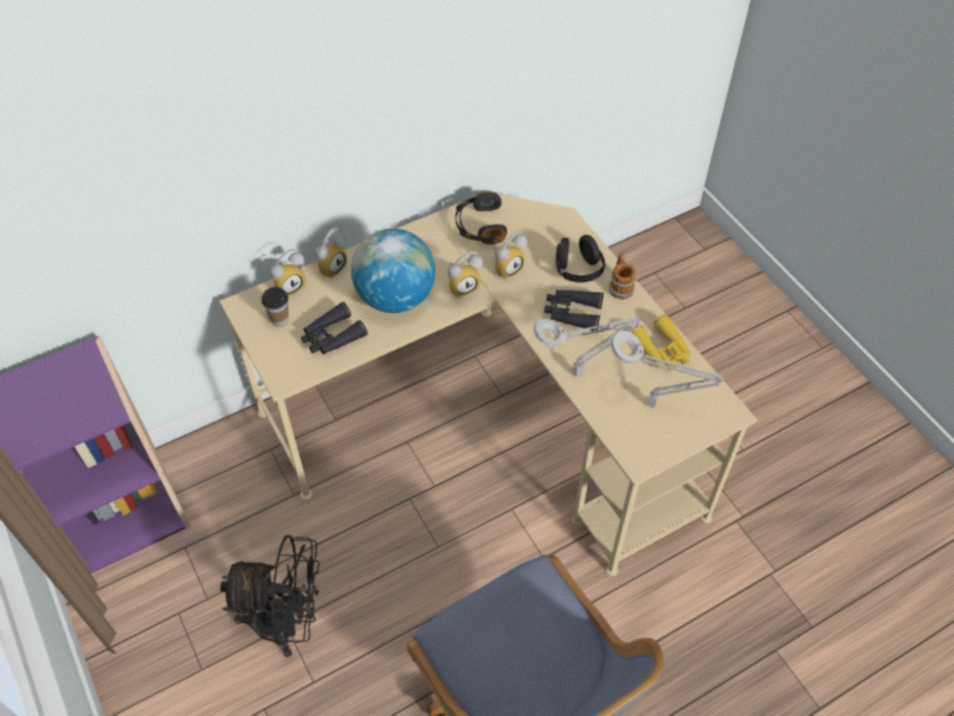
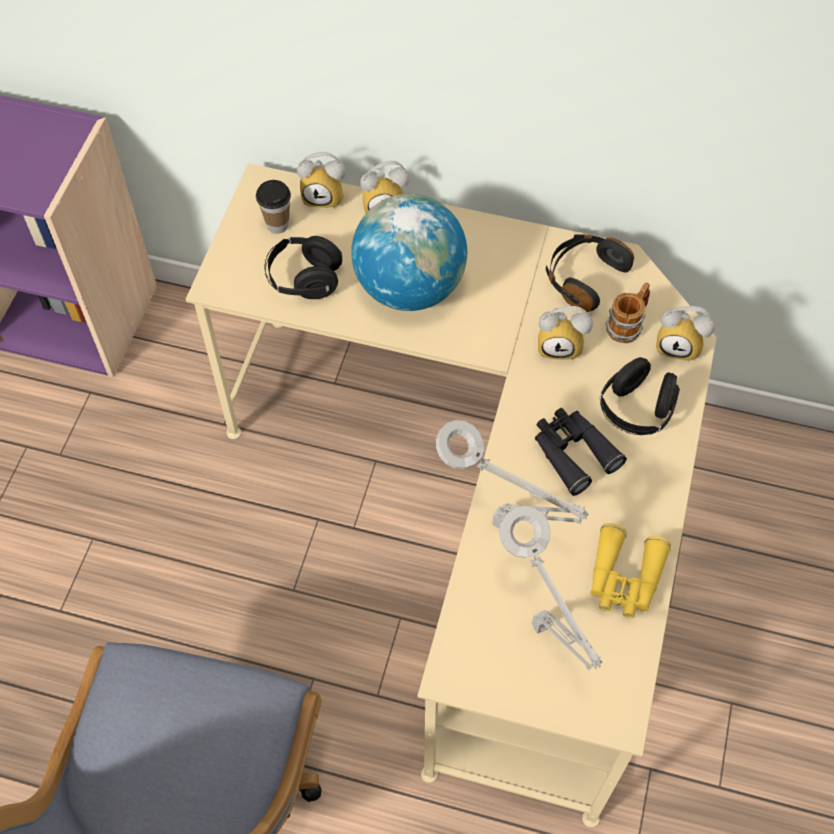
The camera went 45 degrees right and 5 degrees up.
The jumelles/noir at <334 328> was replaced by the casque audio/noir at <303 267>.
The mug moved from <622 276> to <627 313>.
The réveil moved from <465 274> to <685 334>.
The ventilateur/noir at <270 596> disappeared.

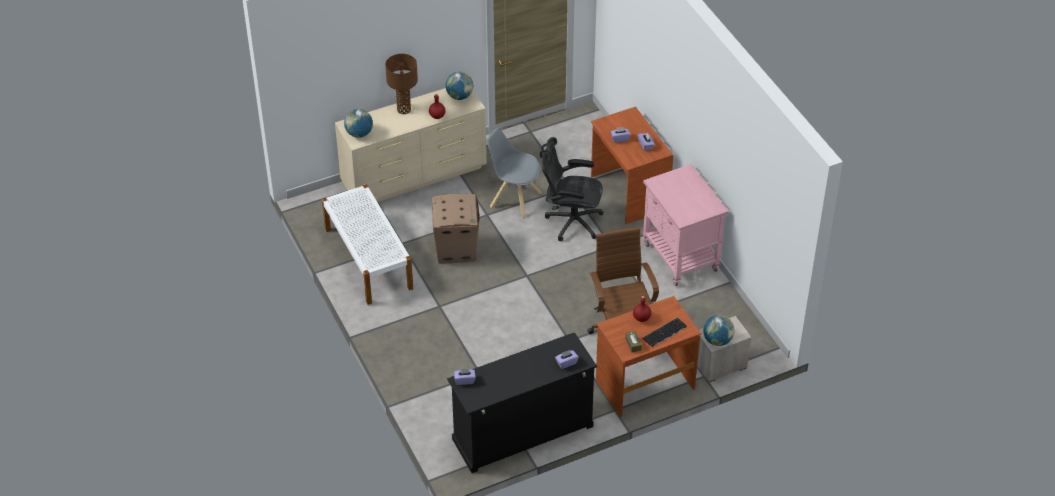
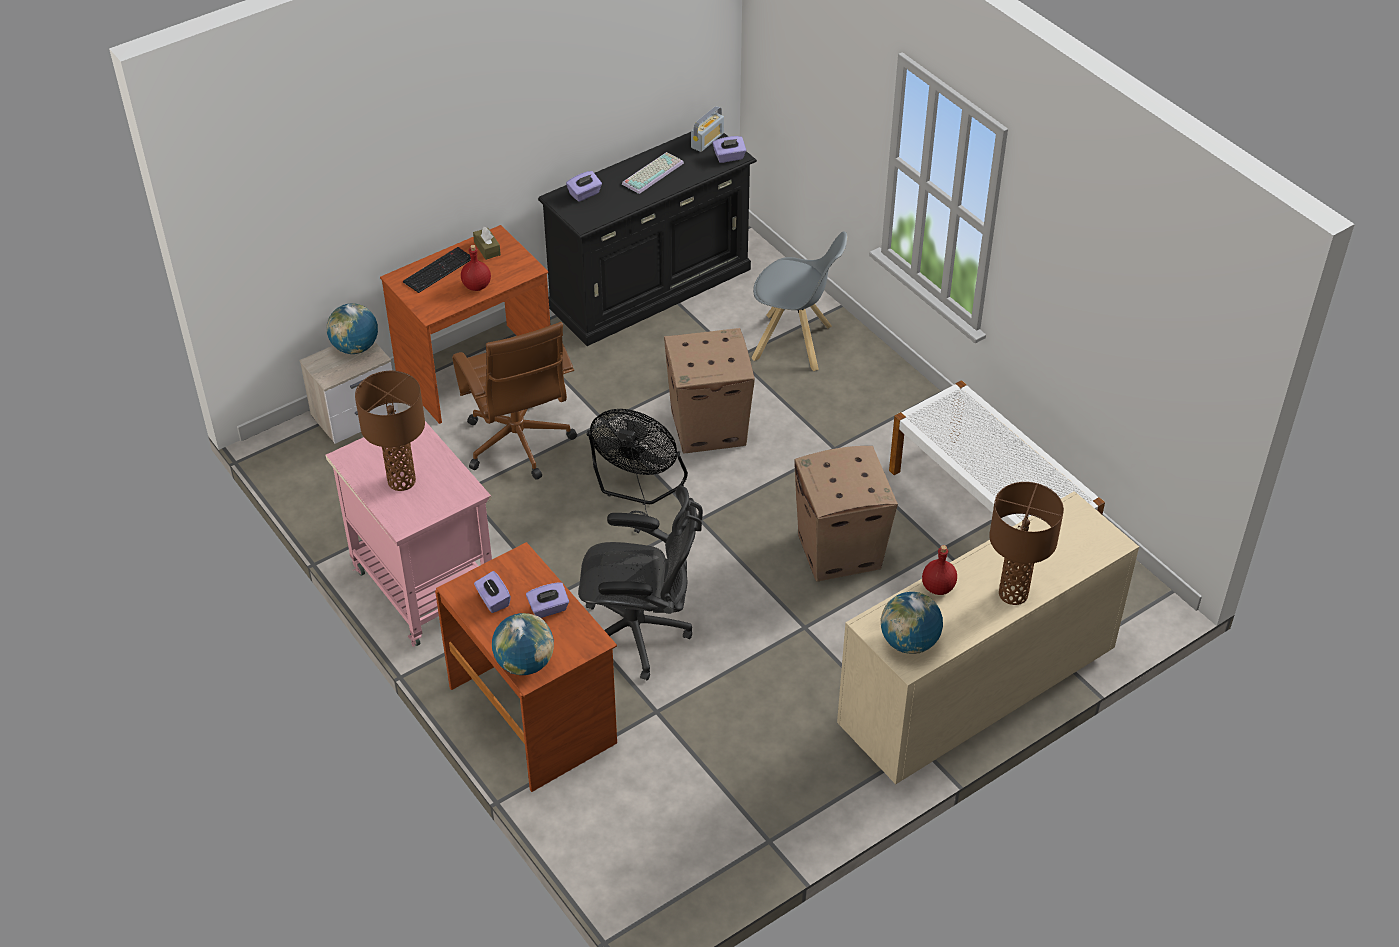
The camera went 170 degrees right and 0 degrees up.
The lampe de table/marron at <390 431> appeared.
The globe moved from <358 123> to <523 644>.
The ventilateur/noir at <637 471> appeared.
The clavier at <653 173> appeared.
The carton at <709 390> appeared.
The radio at <707 129> appeared.
The chaise/gris moved from <514 173> to <799 301>.

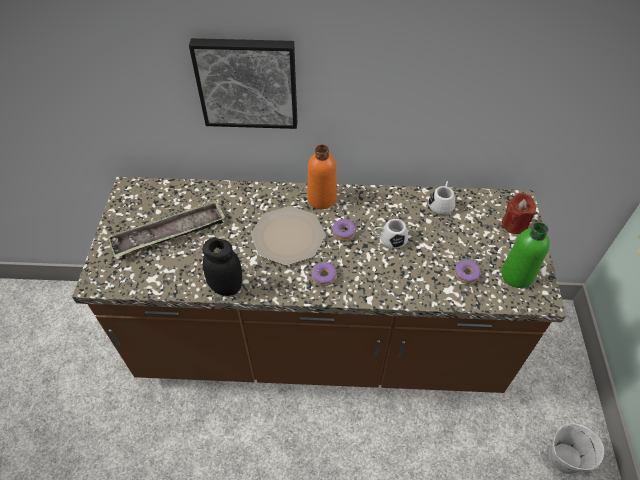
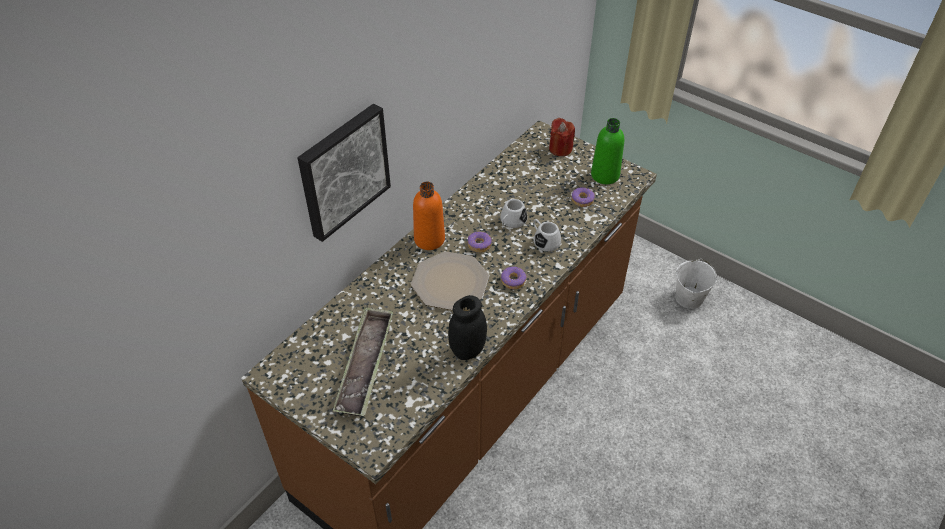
The camera went 55 degrees left and 5 degrees down.
The mug/blanc moved from <441 198> to <547 235>.

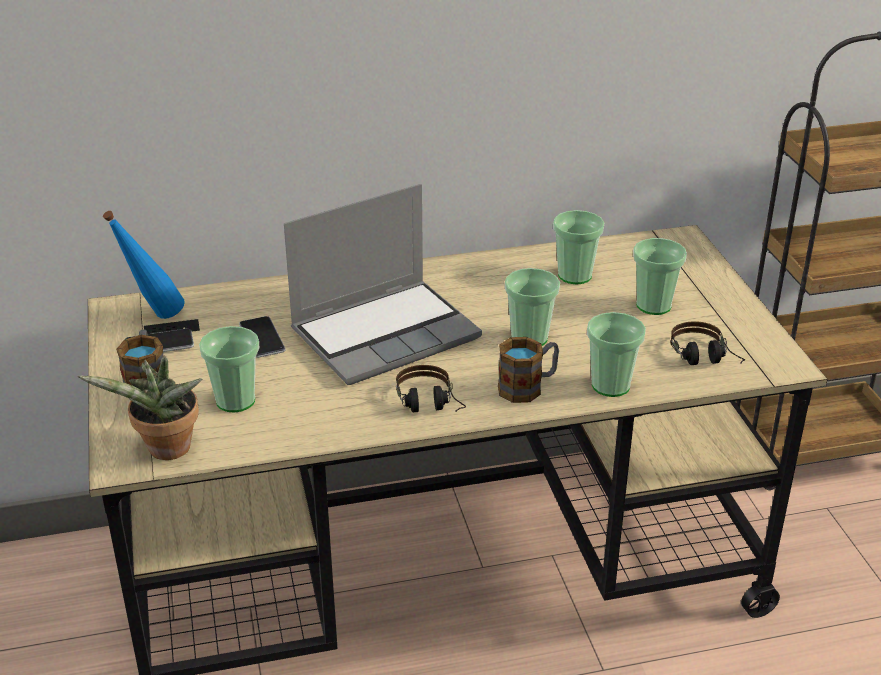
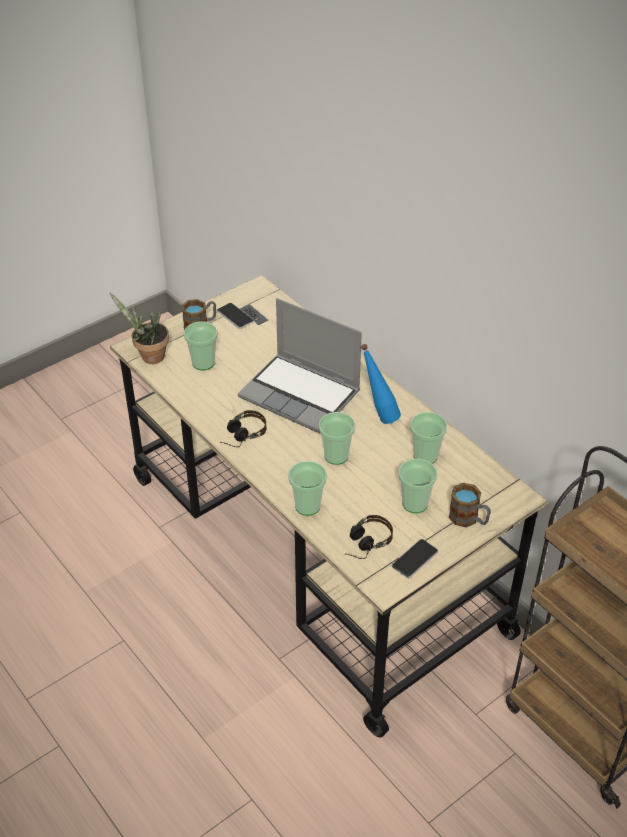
The camera went 65 degrees right and 10 degrees up.
The bouteille/bleu moved from <144 265> to <381 384>.
The téléphone moved from <262 337> to <415 558>.
The mug moved from <528 370> to <470 505>.

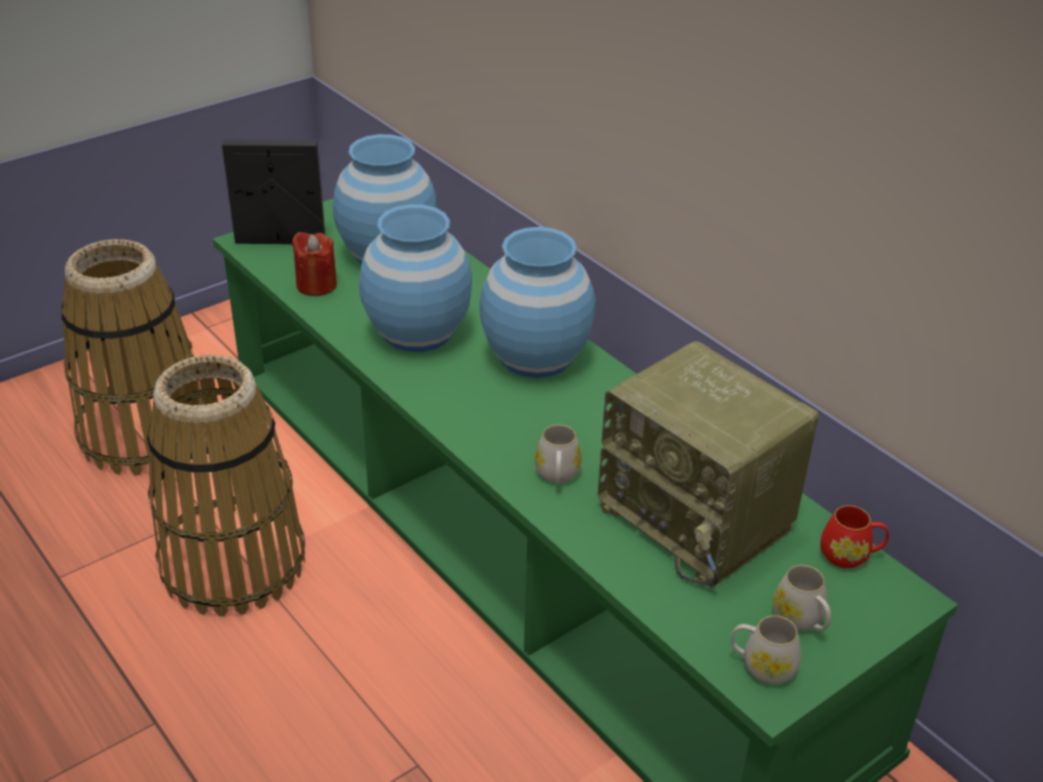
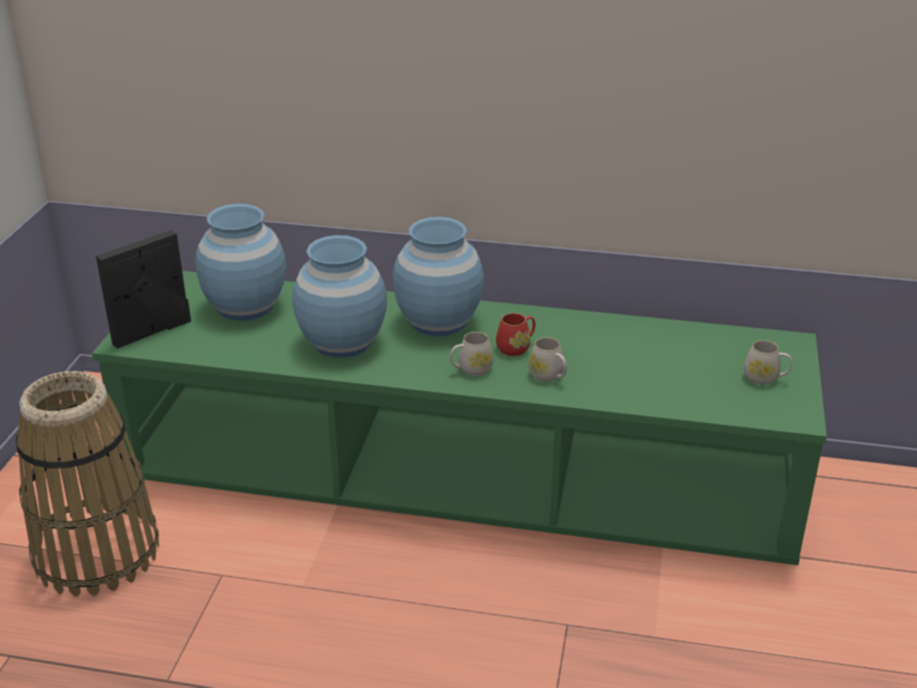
The camera went 40 degrees left and 5 degrees down.
The mug/blanc moved from <766 649> to <472 354>.
The mug/rouge moved from <855 536> to <515 334>.
The panier at <226 486> disappeared.
The bougie/rouge at <314 264> disappeared.
The radio at <708 464> disappeared.

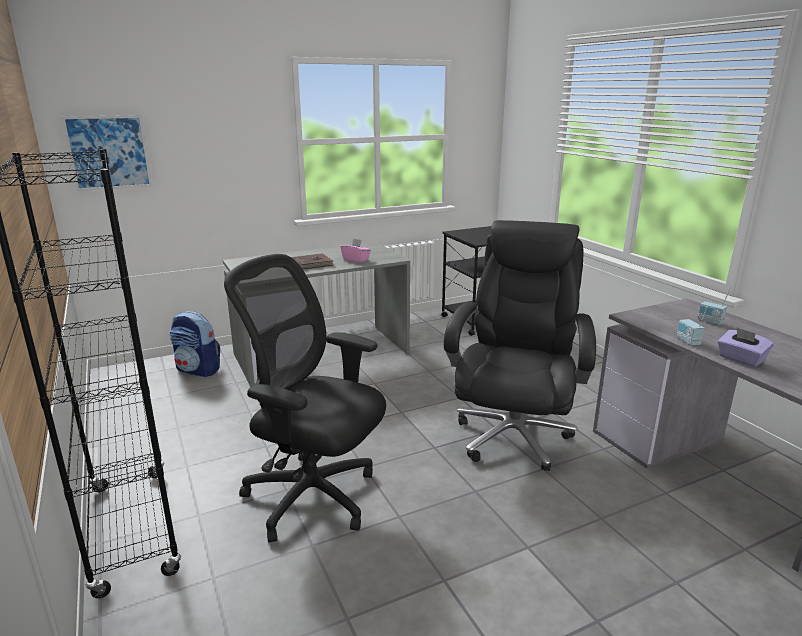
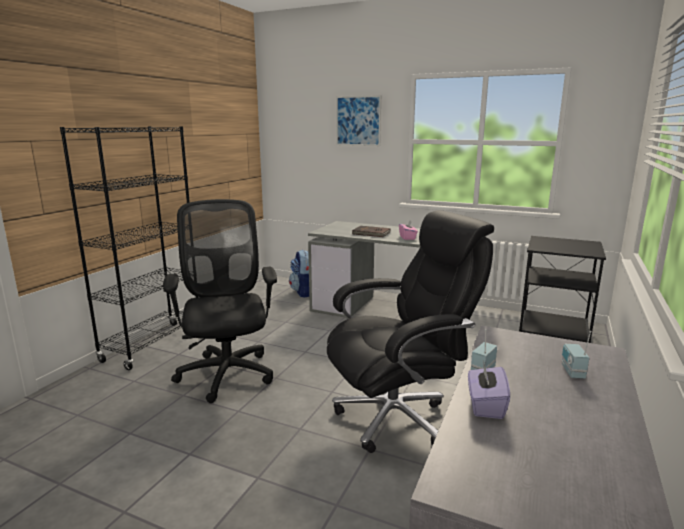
The camera went 50 degrees right and 5 degrees down.
The tableau moved from <107 153> to <358 120>.

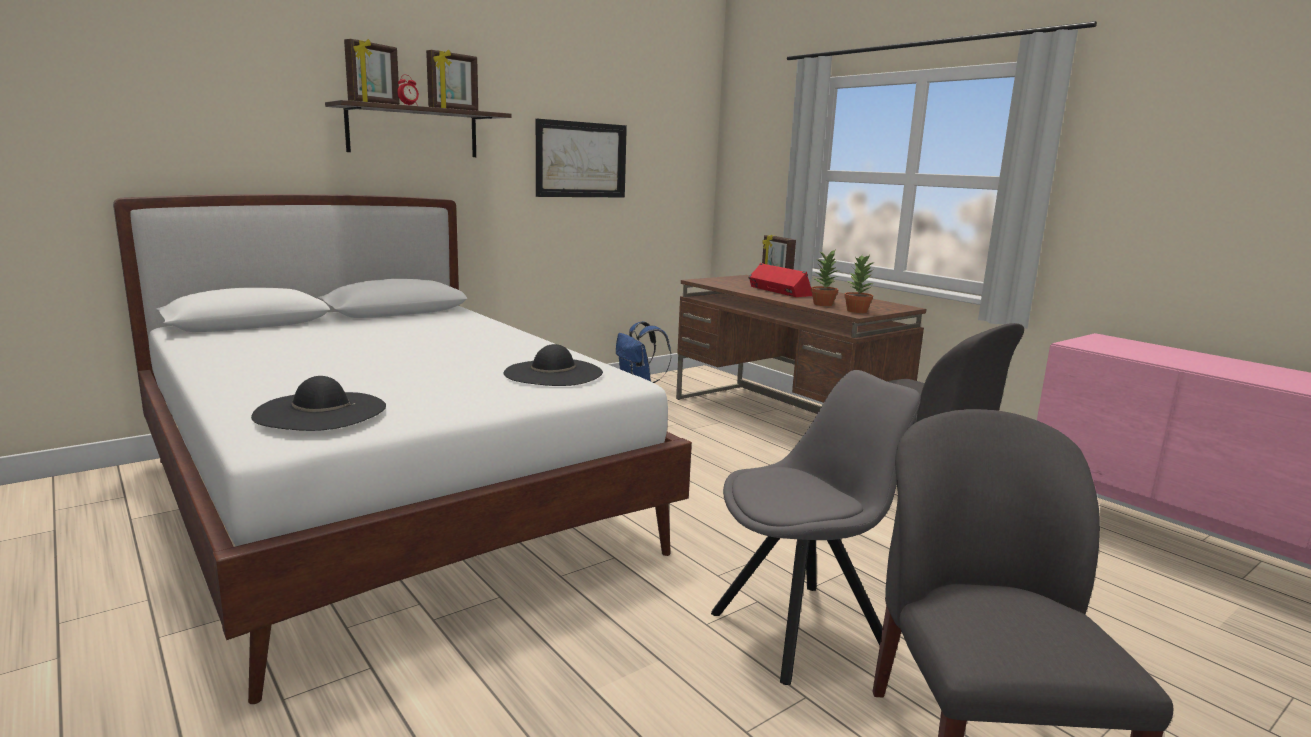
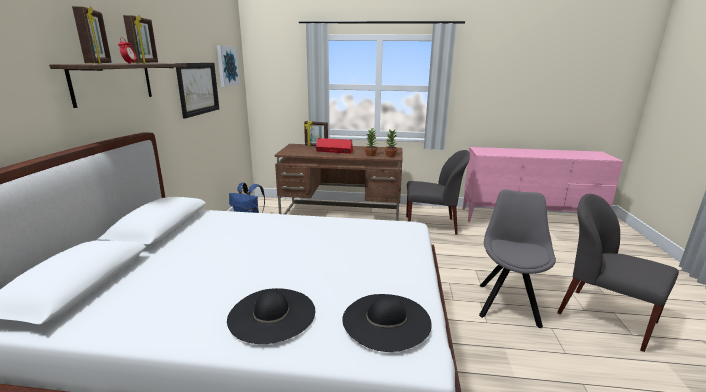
The camera went 45 degrees left and 5 degrees up.
The tableau at <228 66> appeared.
The chapeau/noir moved from <553 365> to <271 316>.

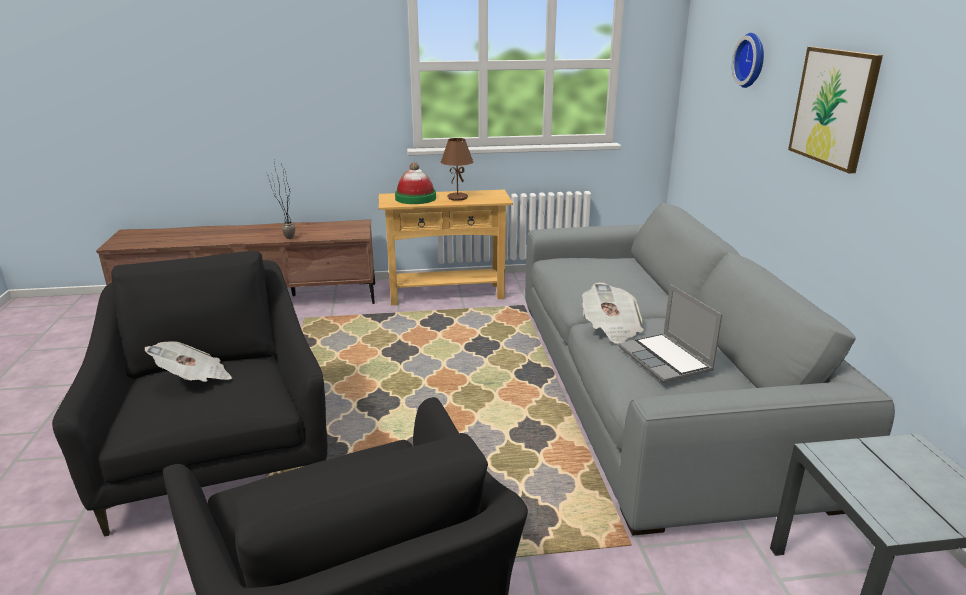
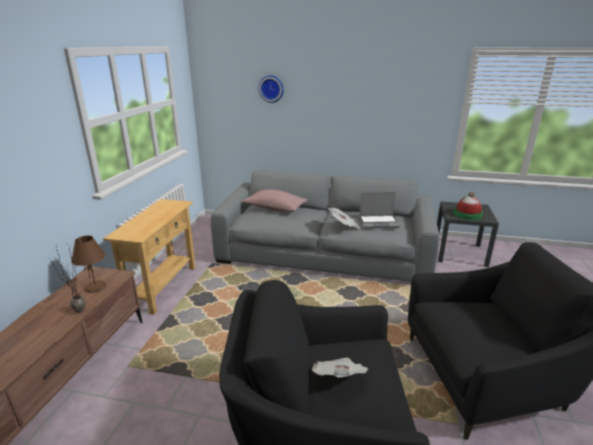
The camera went 70 degrees left and 0 degrees up.
The lampe de table/marron moved from <457 169> to <88 264>.
The coussin/rose at <275 200> appeared.
The chapeau moved from <415 183> to <468 206>.
The tableau at <835 110> disappeared.

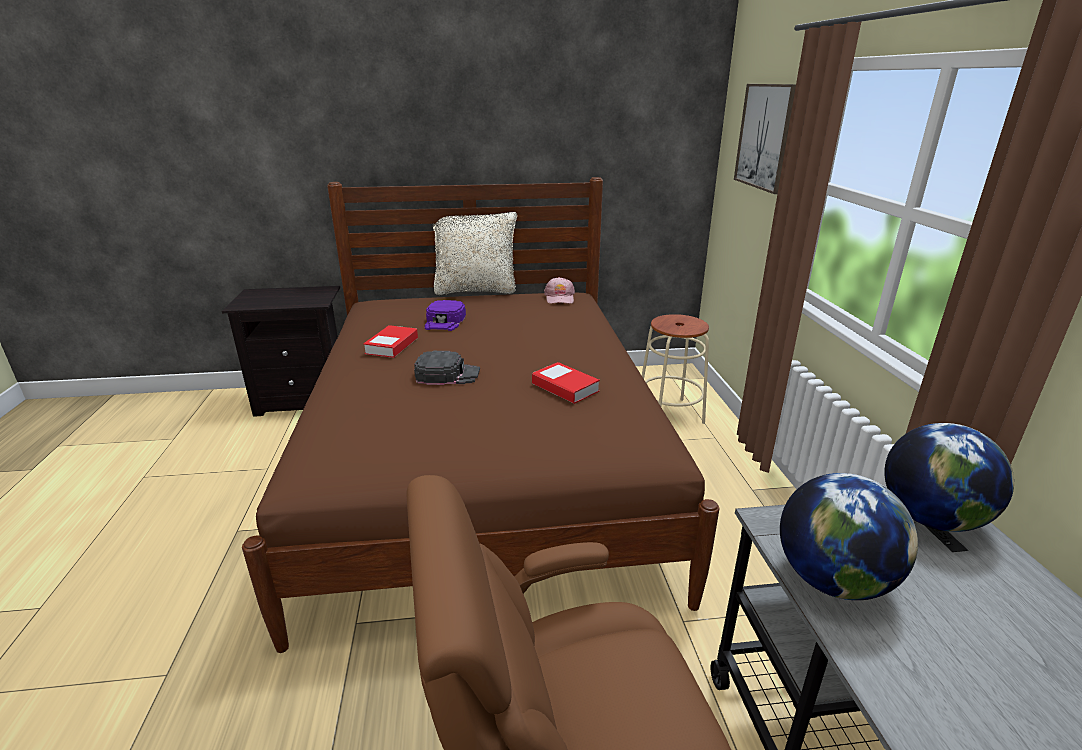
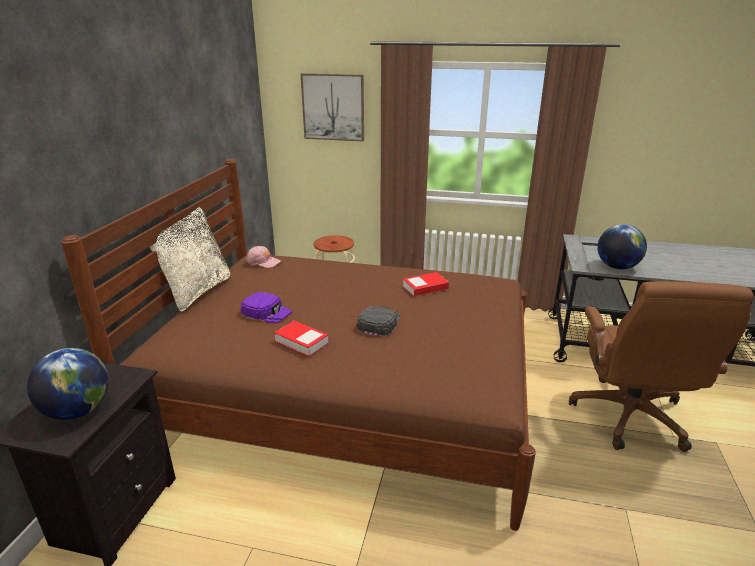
The camera went 70 degrees left and 0 degrees up.
The globe moved from <949 477> to <68 384>.

